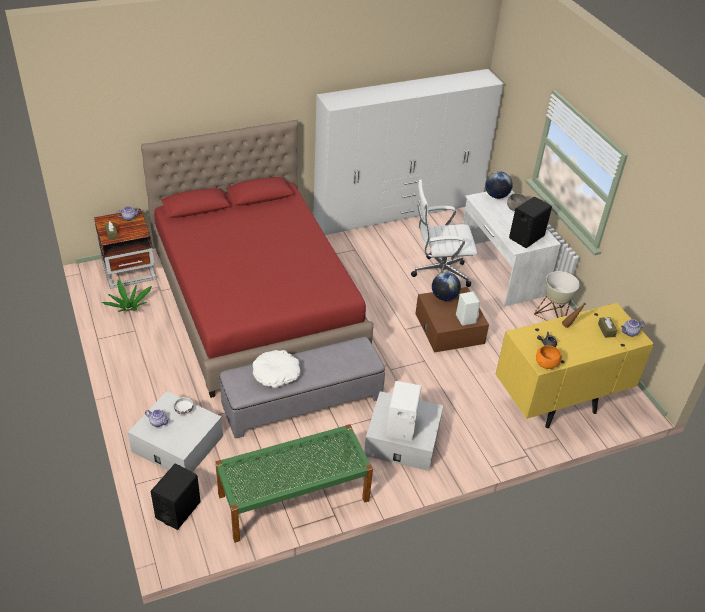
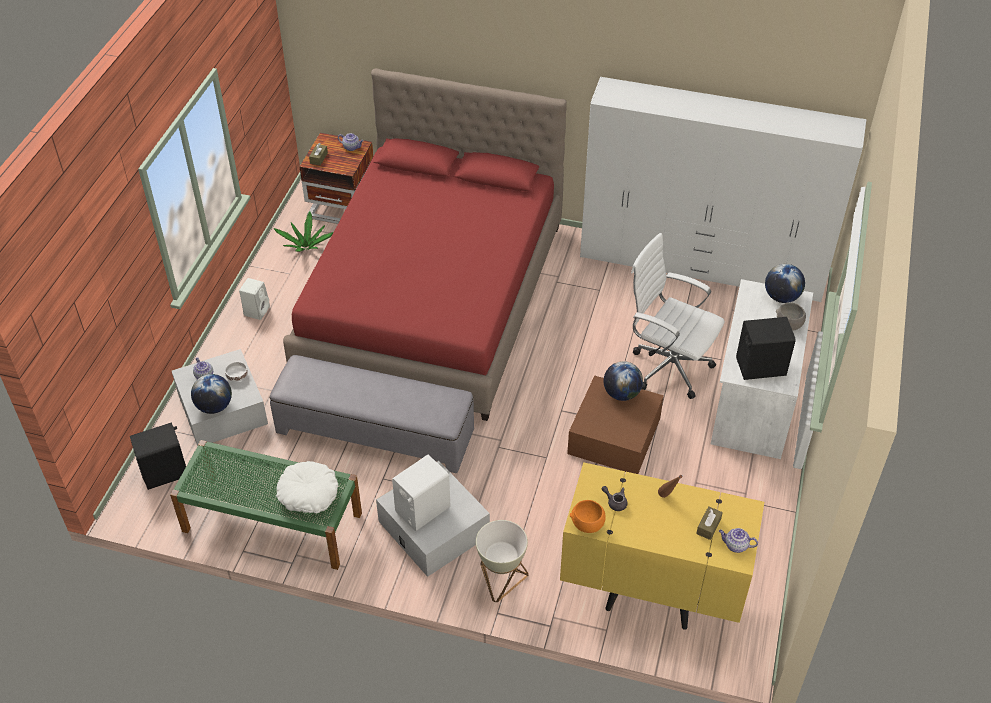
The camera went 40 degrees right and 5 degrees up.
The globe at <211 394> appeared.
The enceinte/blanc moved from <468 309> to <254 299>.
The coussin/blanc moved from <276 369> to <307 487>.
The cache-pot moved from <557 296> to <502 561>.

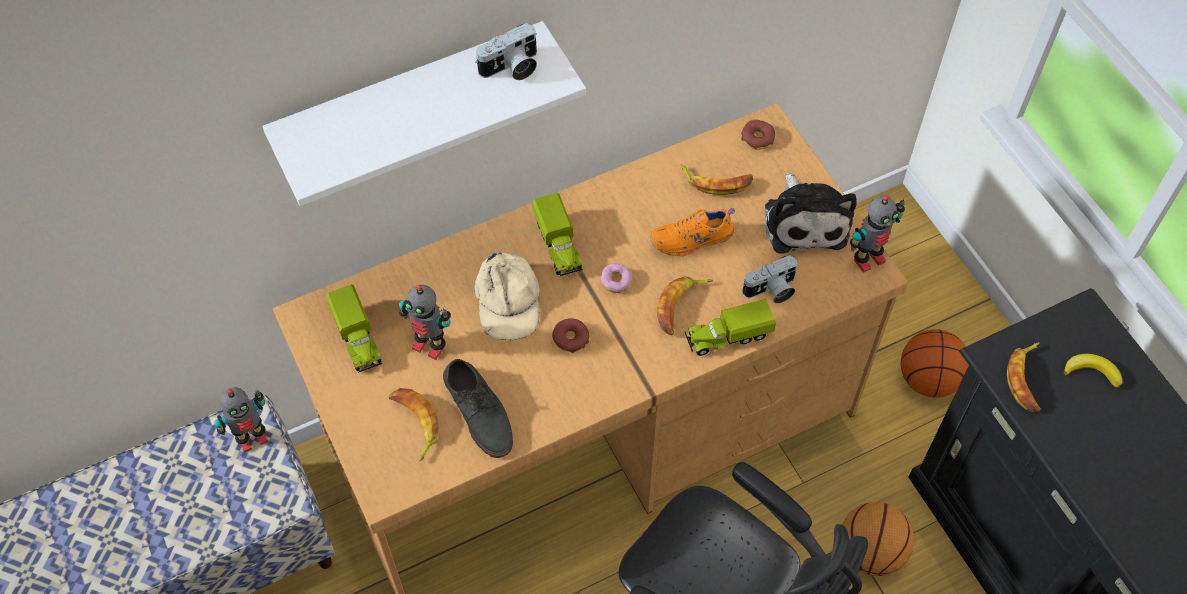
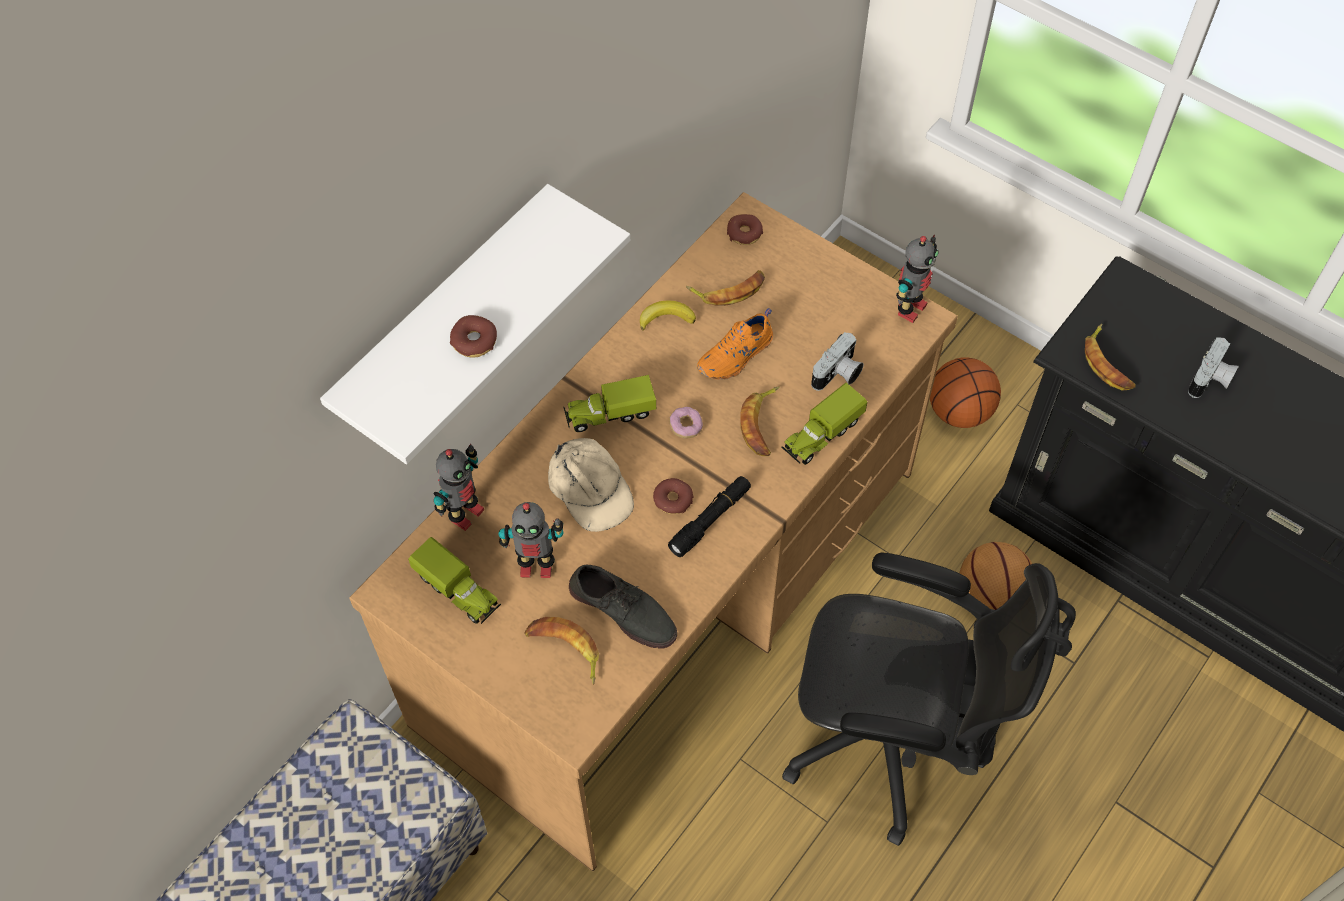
The camera went 25 degrees left and 0 degrees up.
The robot jouet moved from <241 420> to <459 487>.
The beignet at <473 336> appeared.
The camion jouet at <557 234> turned 120 degrees clockwise.
The banane moved from <1093 371> to <668 316>.
The lampe de poche/noir at <709 516> appeared.
The appareil photo moved from <506 51> to <1213 367>.
The peluche at <810 213> disappeared.

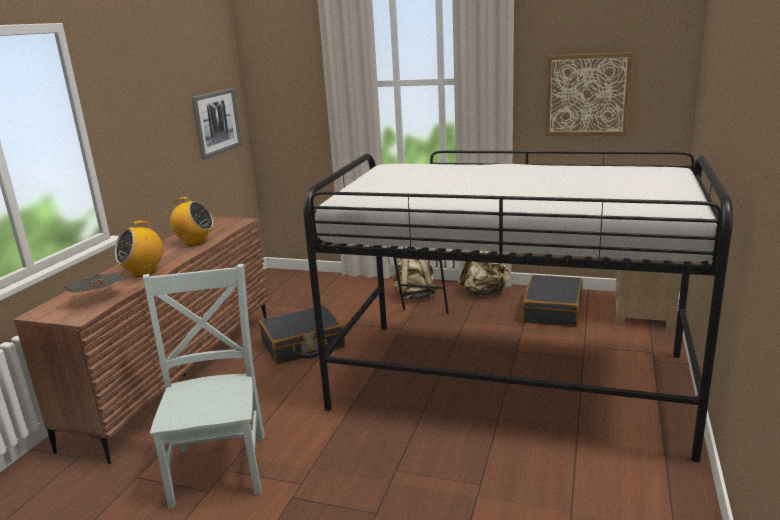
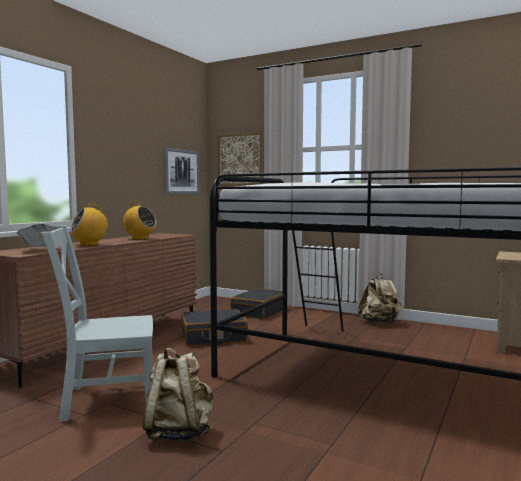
The camera went 10 degrees right and 15 degrees down.
The chaise/gris at <204 386> turned 105 degrees counterclockwise.
The sac à dos/beige moved from <415 273> to <177 394>.
The tableau moved from <589 94> to <240 159>.
The valise/noir moved from <552 301> to <259 304>.

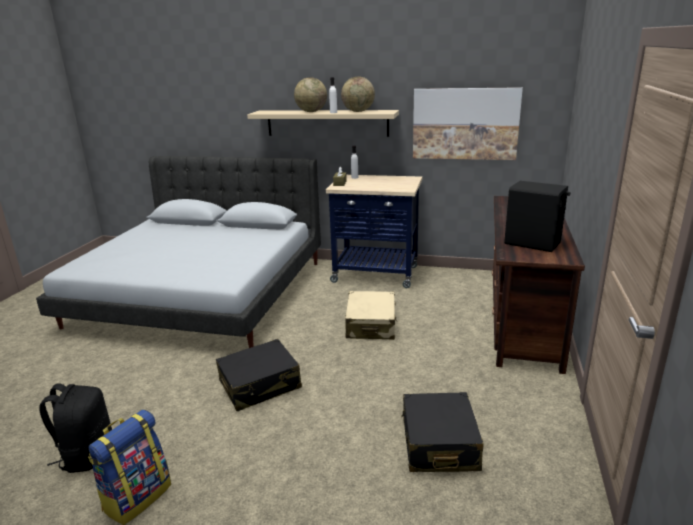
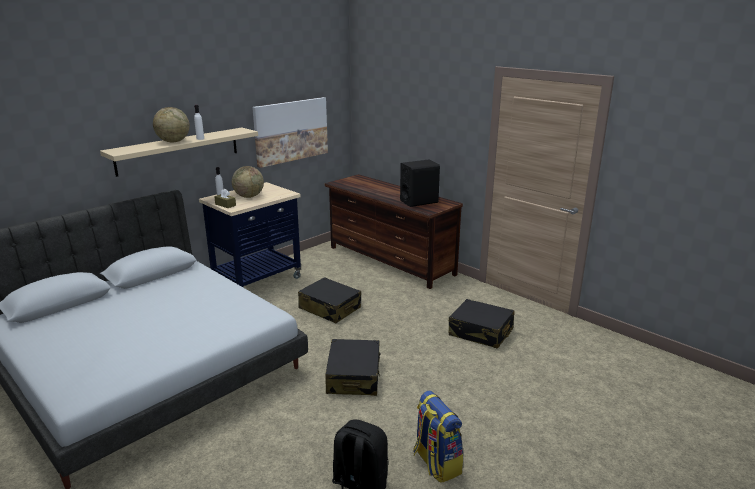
The camera went 60 degrees left and 0 degrees up.
The globe moved from <358 94> to <248 182>.
The valise/beige at <371 315> became the valise/noir at <329 300>.

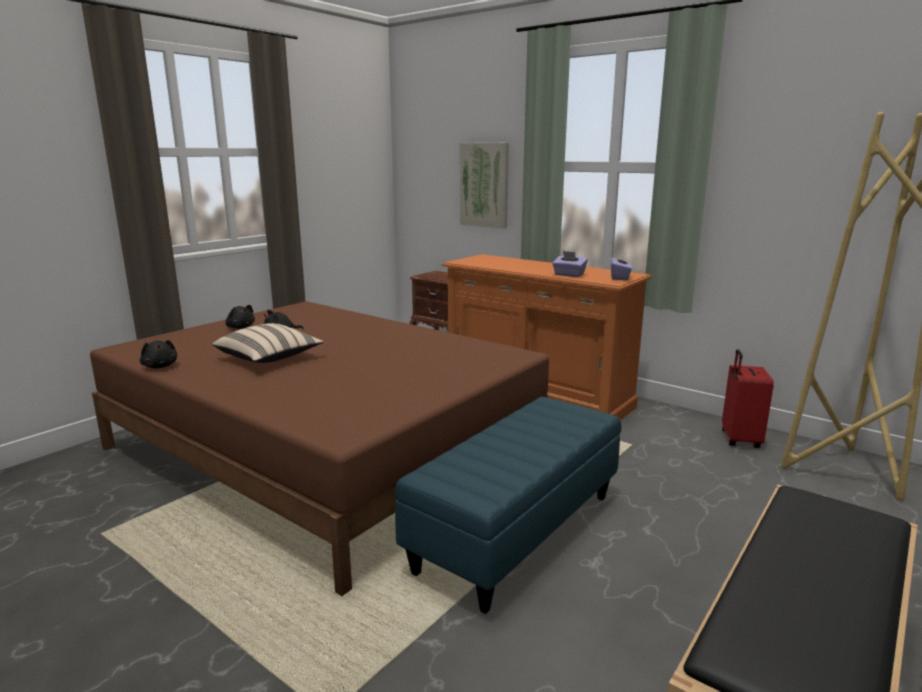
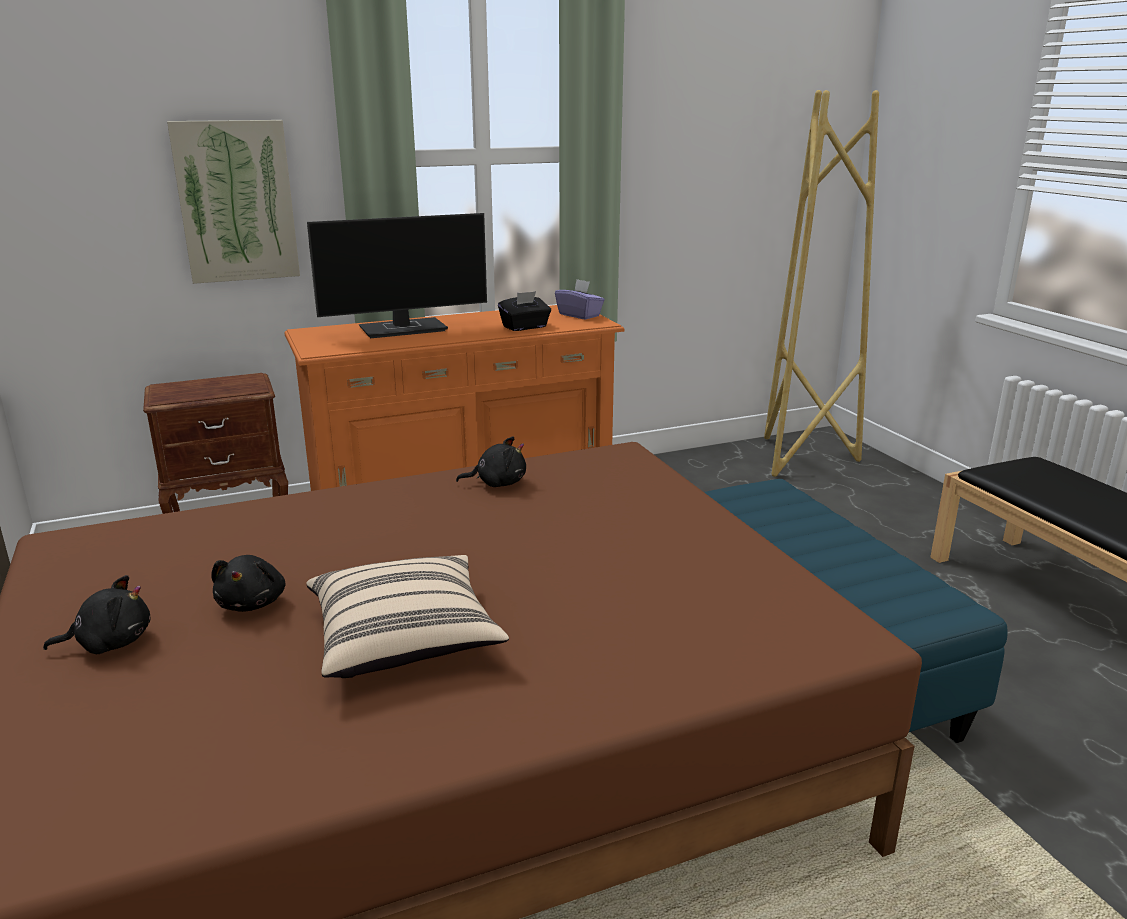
The camera went 60 degrees left and 5 degrees up.
The écran d'ordinateur at <397 275> appeared.
The peluche/noir moved from <158 354> to <491 461>.
The boîte à mouchoirs/violet at <570 264> became the boîte à mouchoirs/noir at <524 311>.
The valise/rouge at <748 398> disappeared.

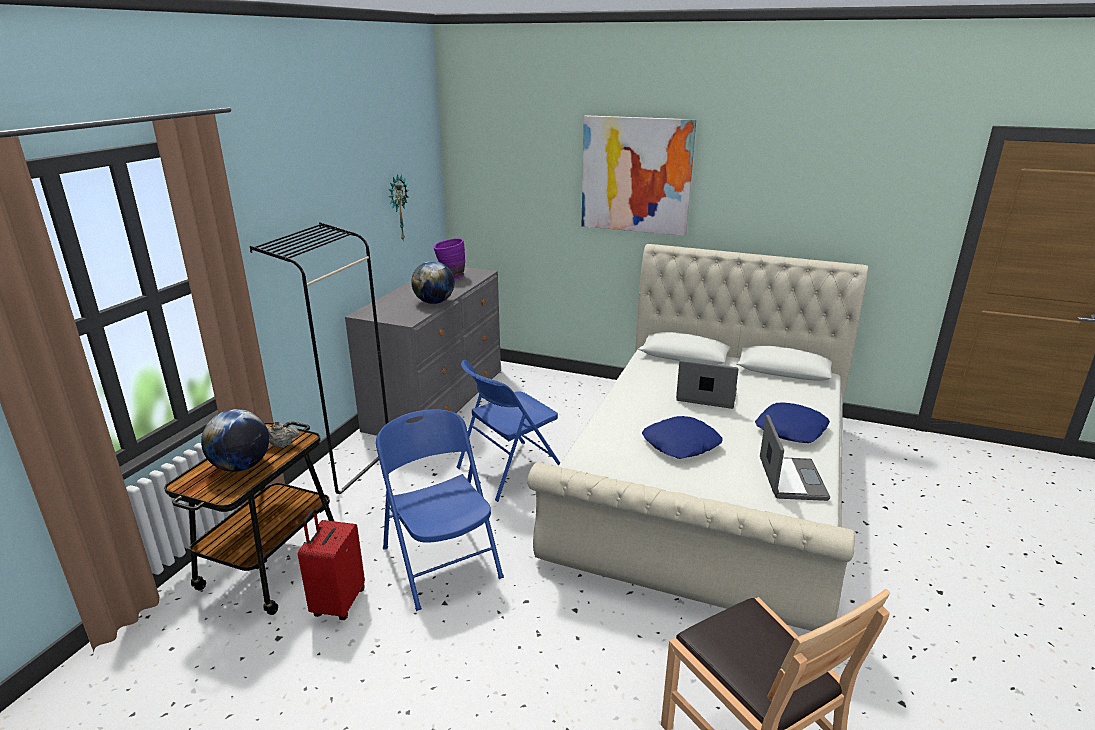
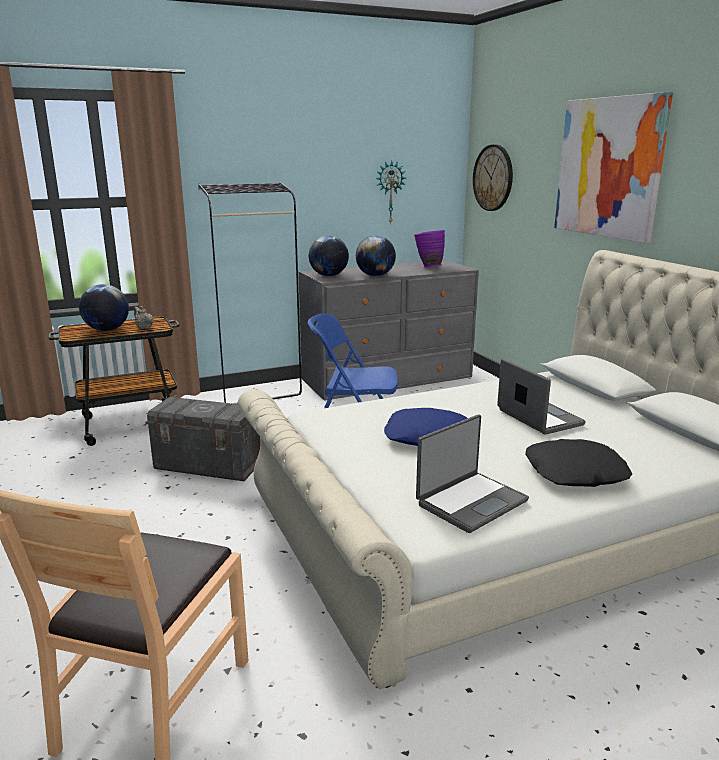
The camera went 45 degrees right and 5 degrees down.
The chaise/bleu at <440 510> was replaced by the boîte de rangement/gris at <202 439>.
The globe at <329 255> appeared.
The horloge murale at <493 177> appeared.
The coussin/bleu at <792 422> became the coussin/noir at <578 463>.
The valise/rouge at <331 564> disappeared.

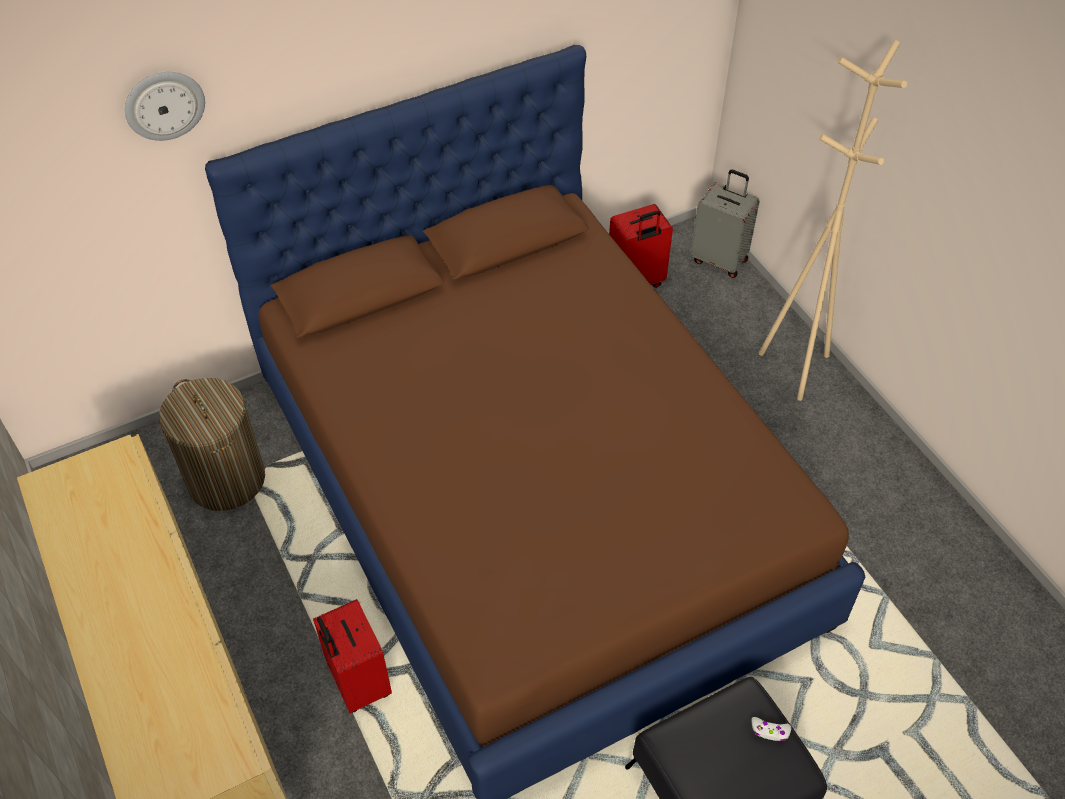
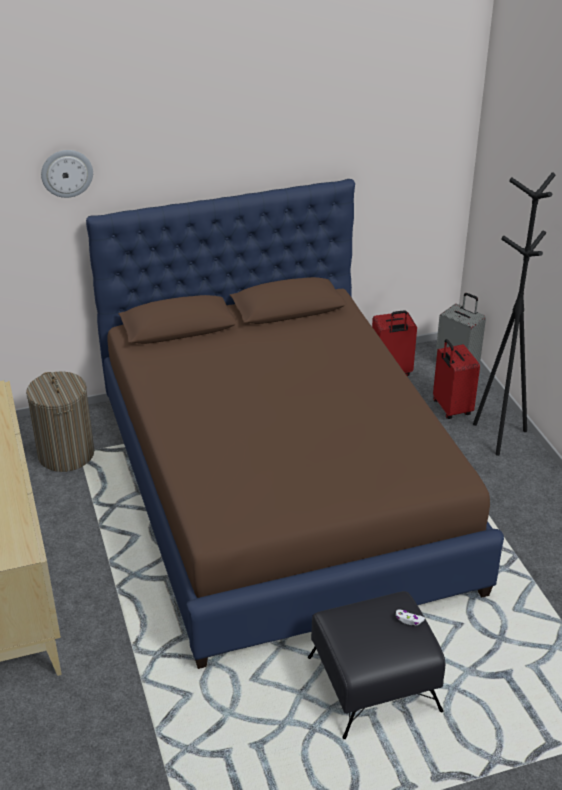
The camera went 10 degrees right and 15 degrees down.
The valise/rouge moved from <352 656> to <456 379>.
The portant/beige at <833 220> became the portant/noir at <514 314>.

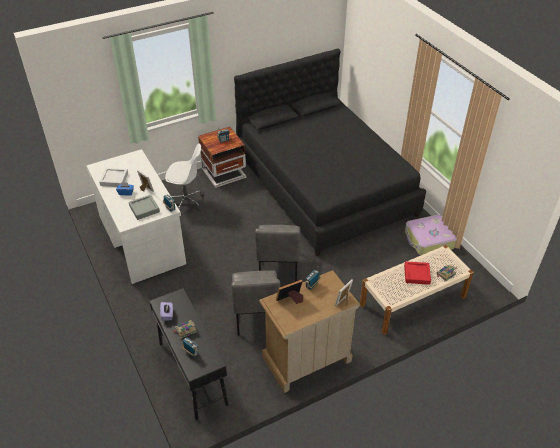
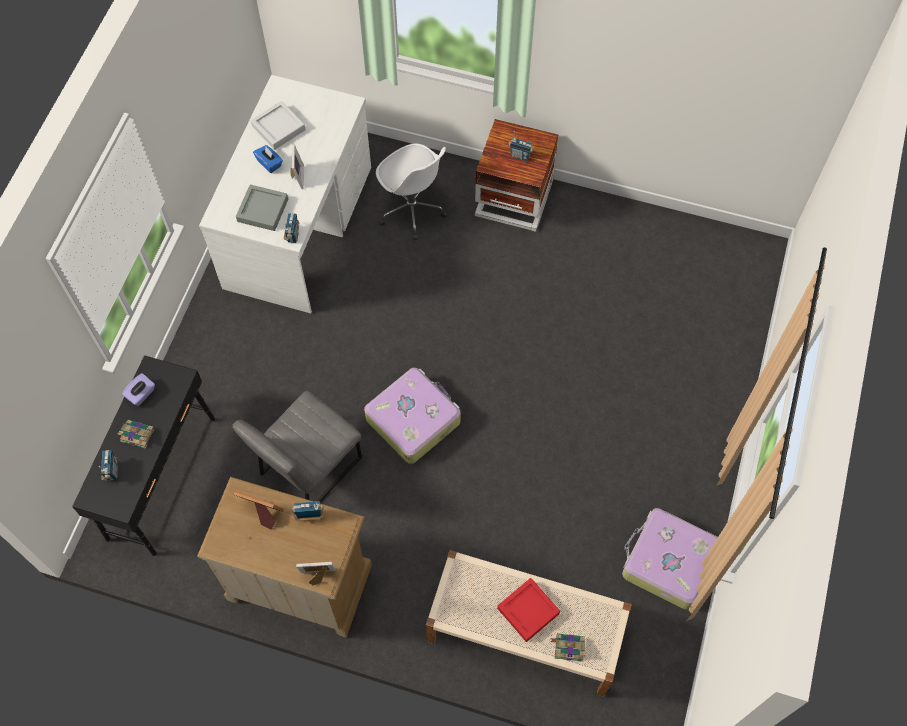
The camera went 45 degrees right and 20 degrees up.
The chaise/gris at <277 253> was replaced by the valise at <412 416>.
The lit/noir at <330 152> disappeared.

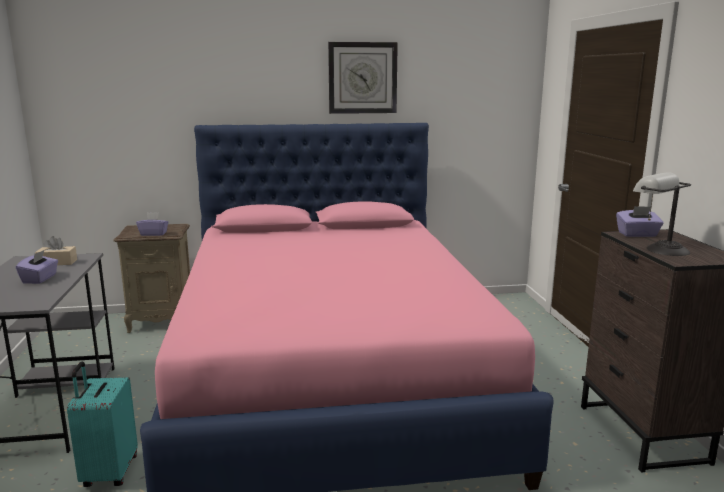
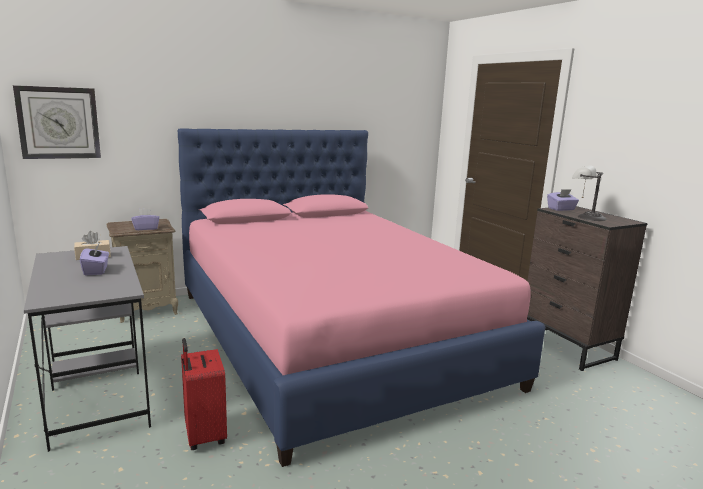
The camera went 20 degrees left and 0 degrees up.
The horloge murale moved from <363 78> to <57 122>.
The valise/turquoise at <102 424> became the valise/rouge at <204 394>.

